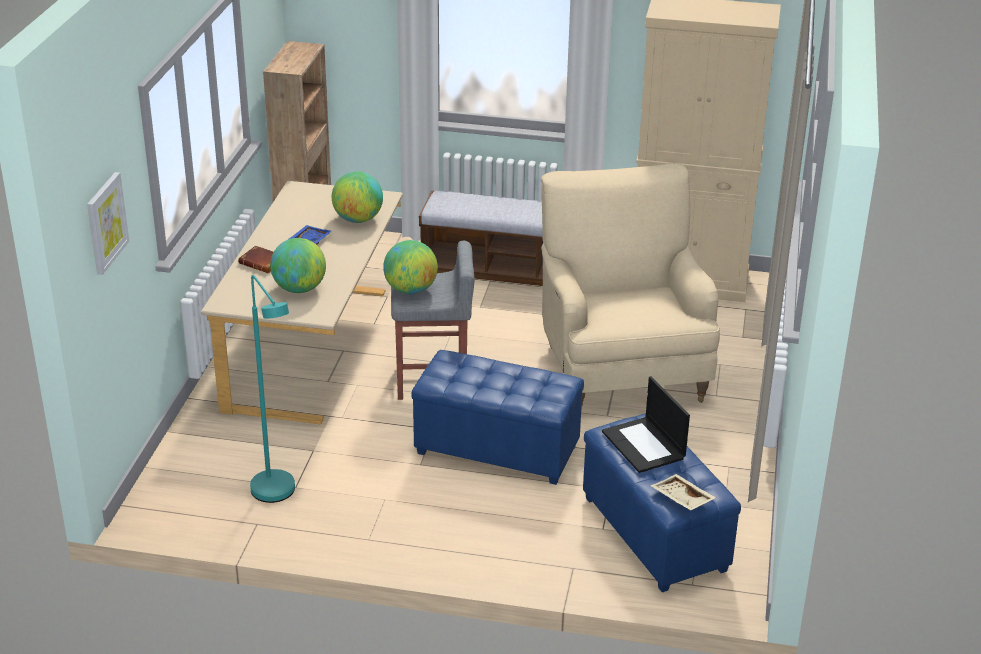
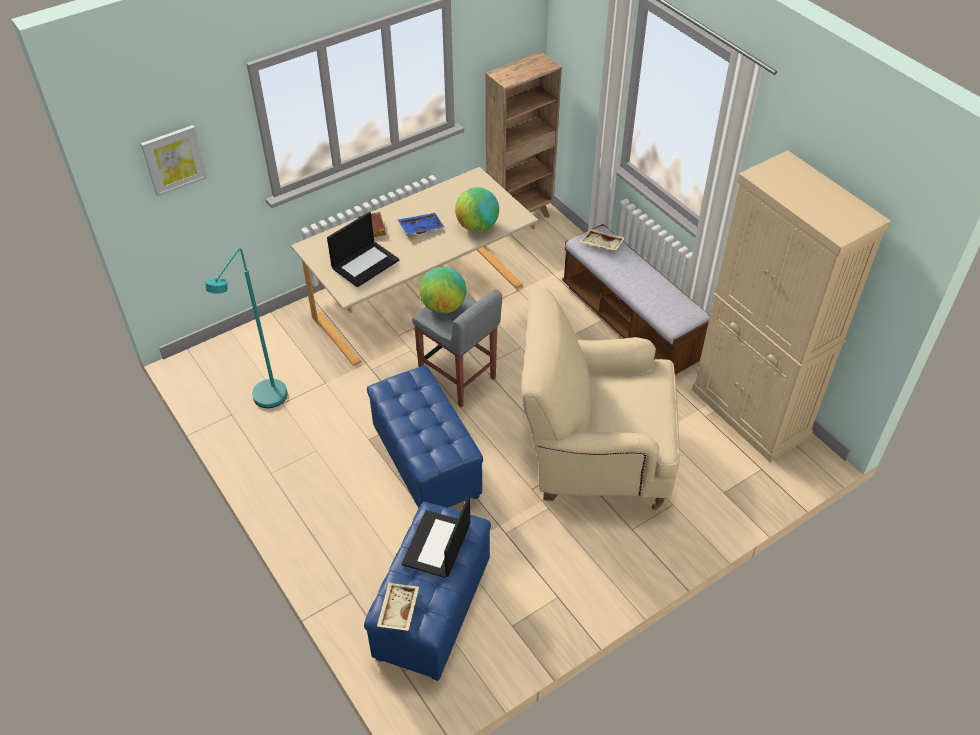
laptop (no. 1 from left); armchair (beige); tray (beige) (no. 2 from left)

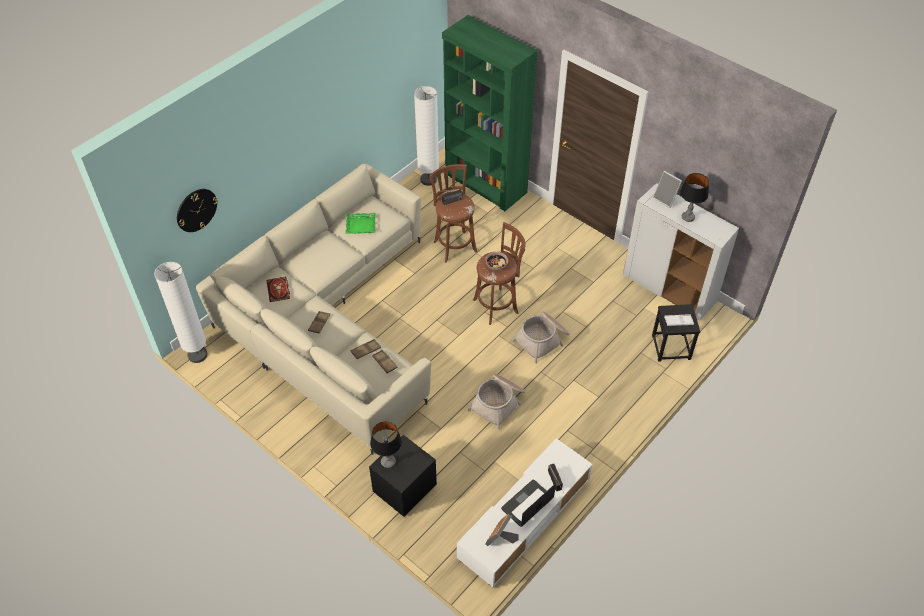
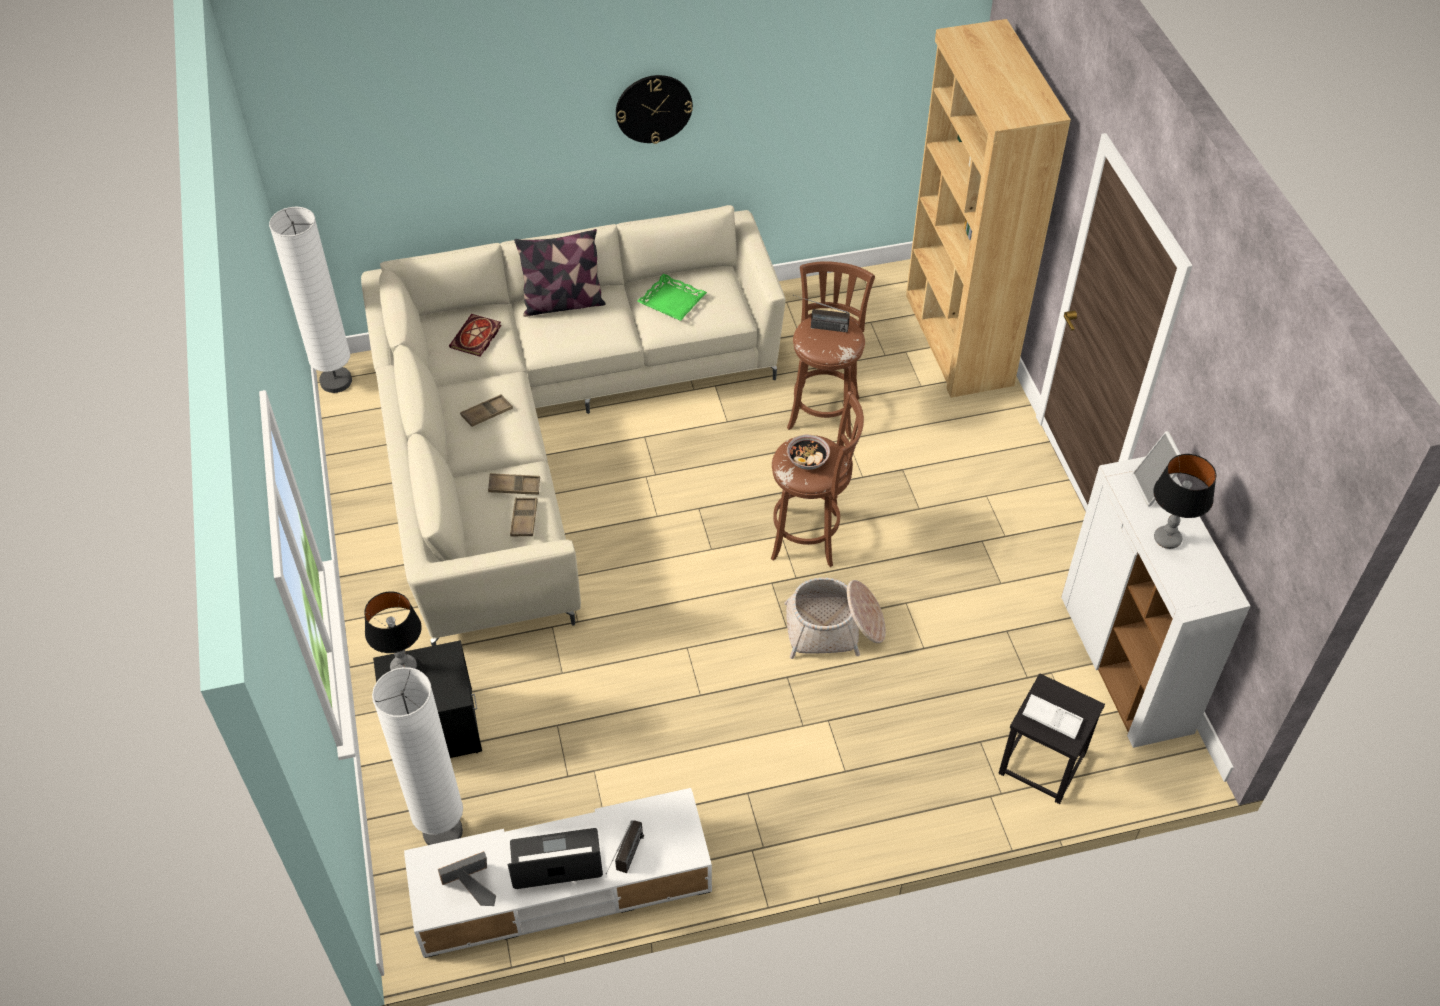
floor lamp (white) (no. 2 from left); pillow; wall clock; bookcase (brown); basket (no. 1 from left in the first image)

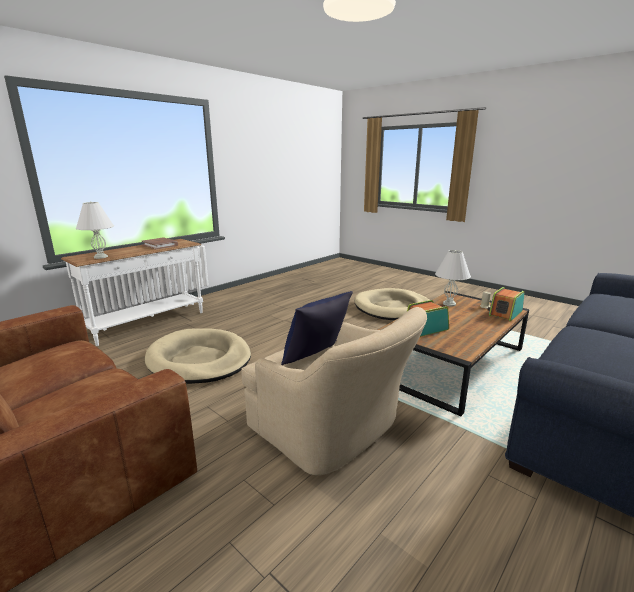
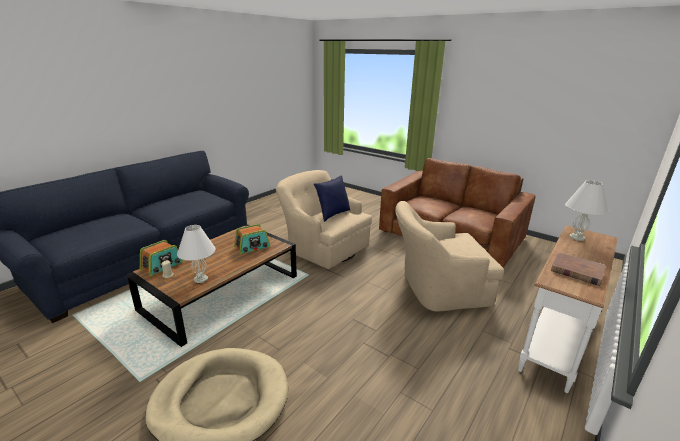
armchair (beige) (no. 2 from left)

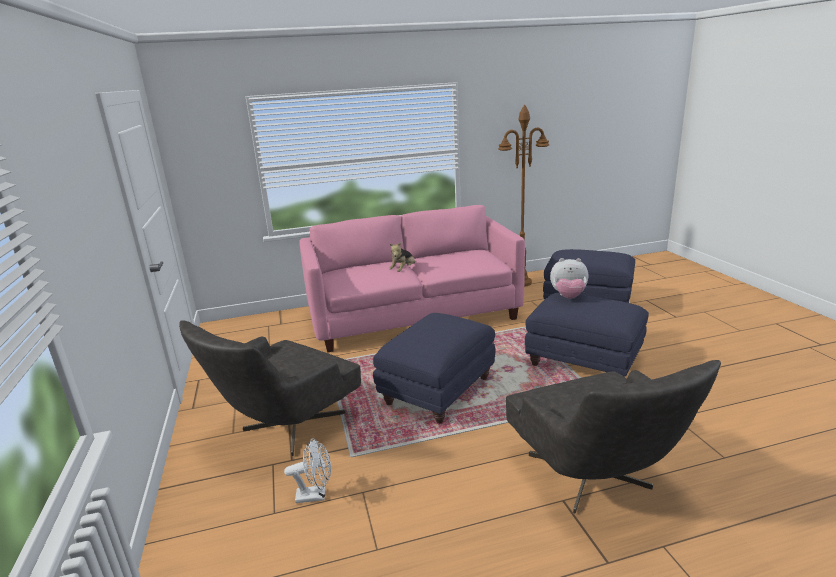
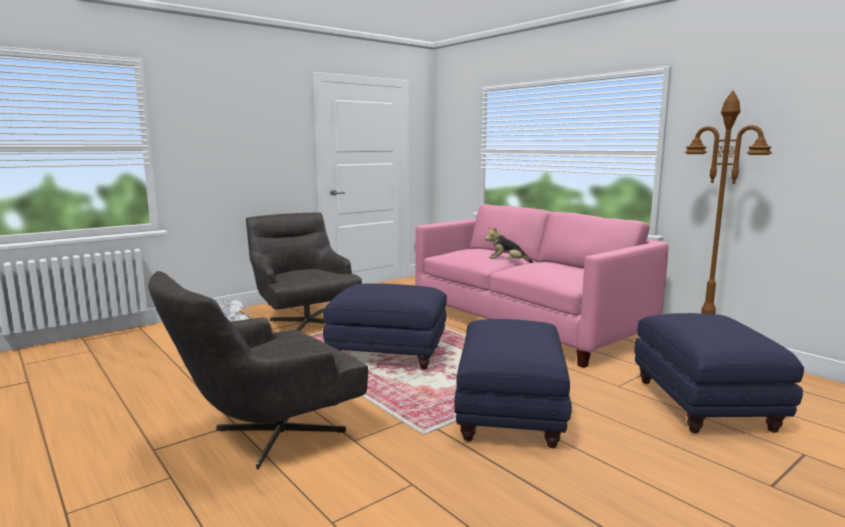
armchair (grey) (no. 2 from left); plush toy (no. 2 from left in the first image)

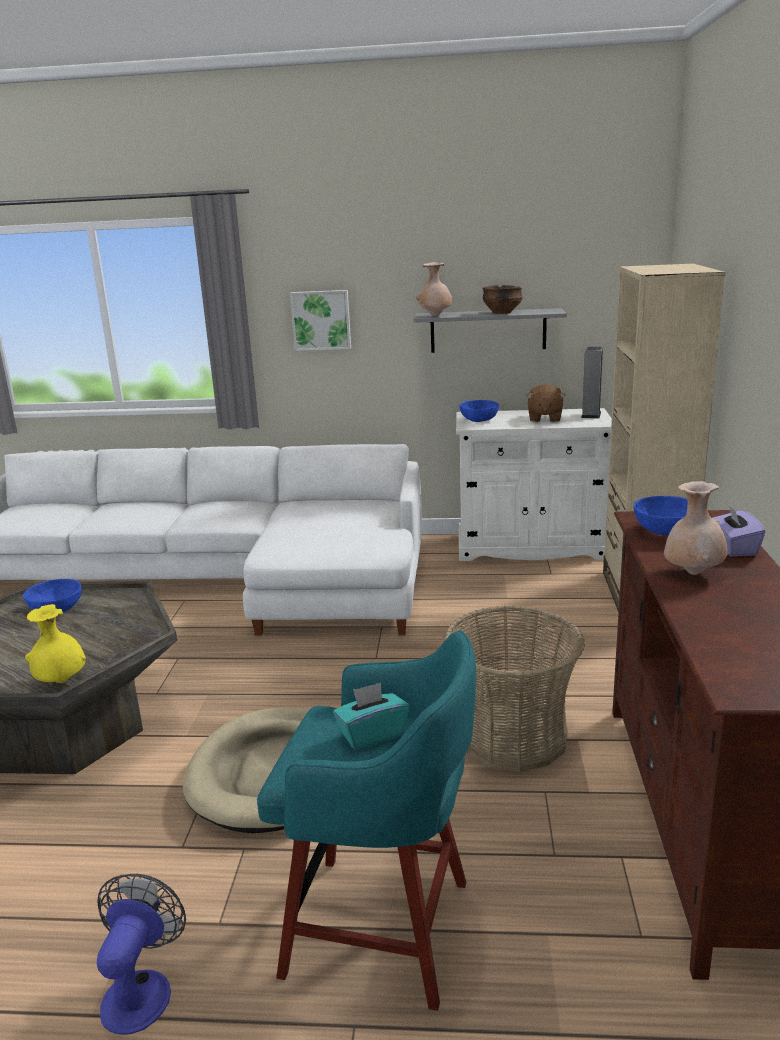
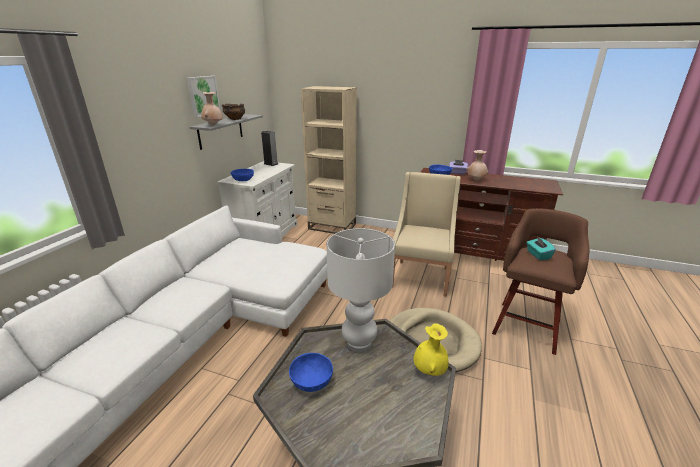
picture; table lamp (white); armchair (beige); stool (brown); fan; plush toy (brown)

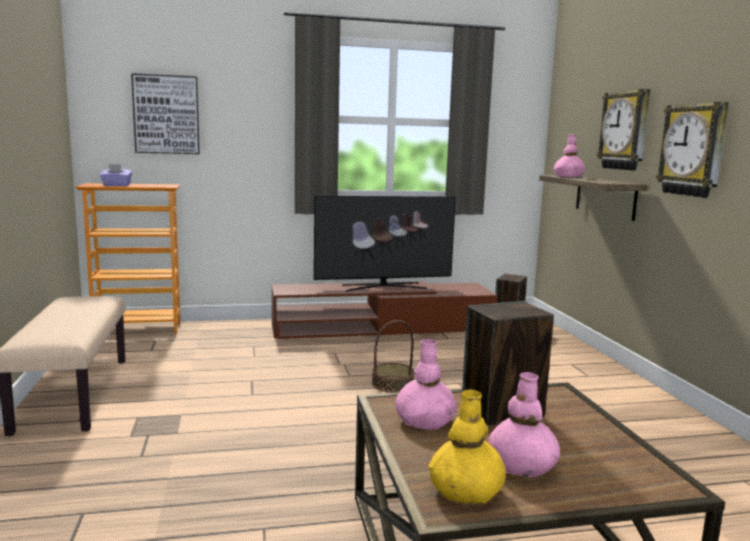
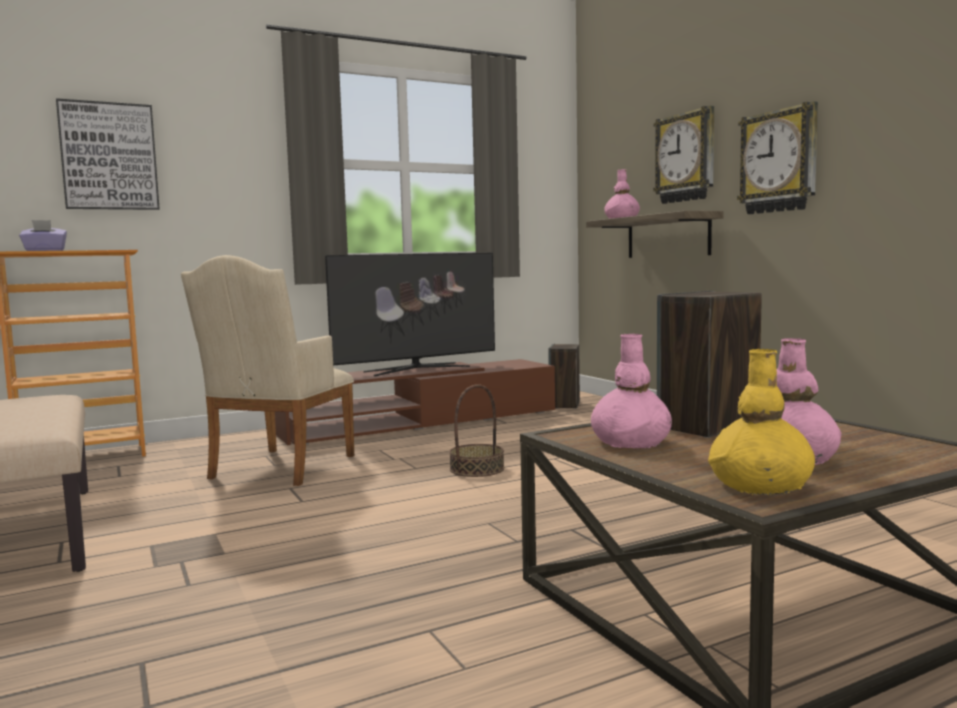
armchair (beige)

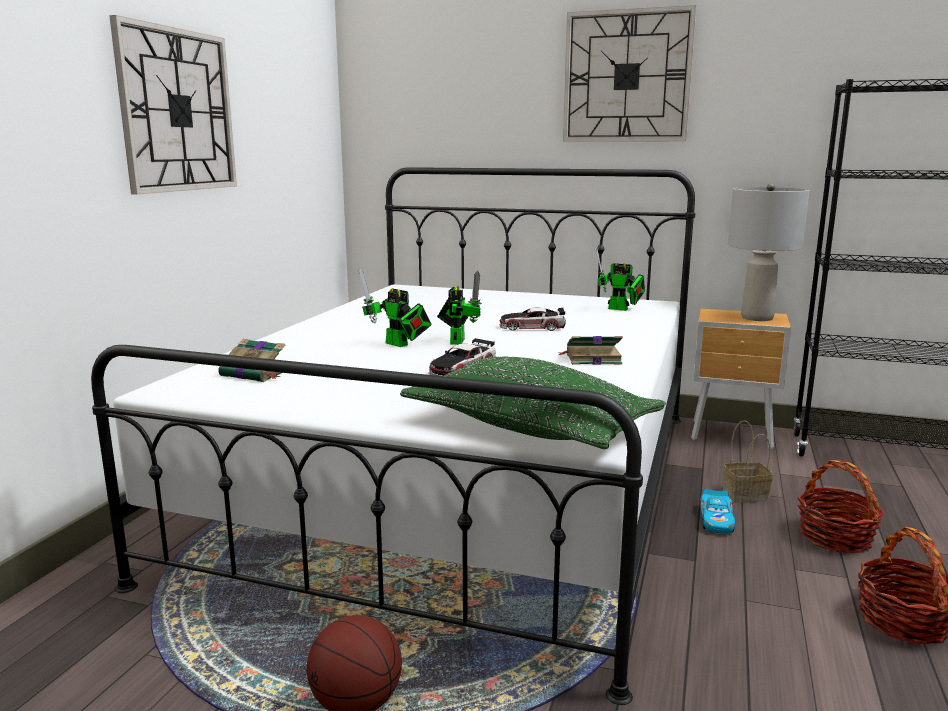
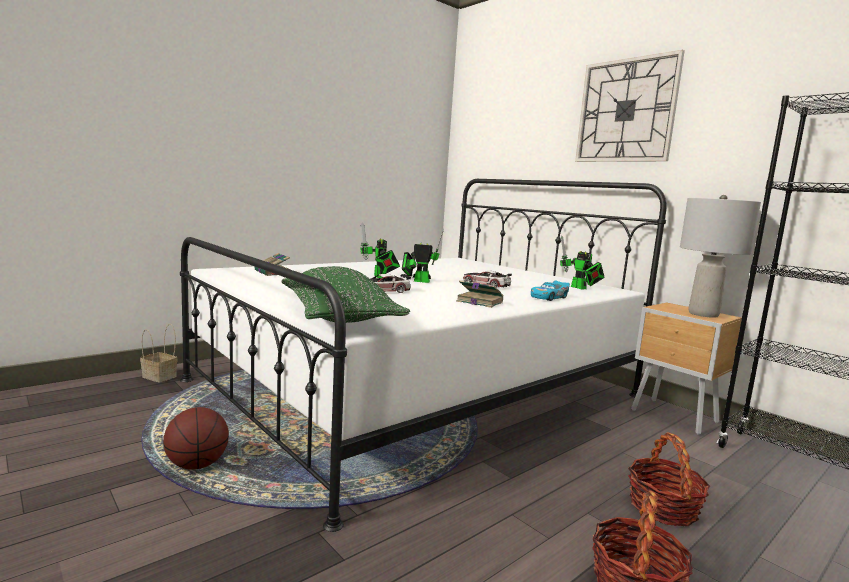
basket (no. 1 from left); toy robot (no. 2 from left); toy car (no. 3 from left); wall clock (no. 1 from left in the first image)

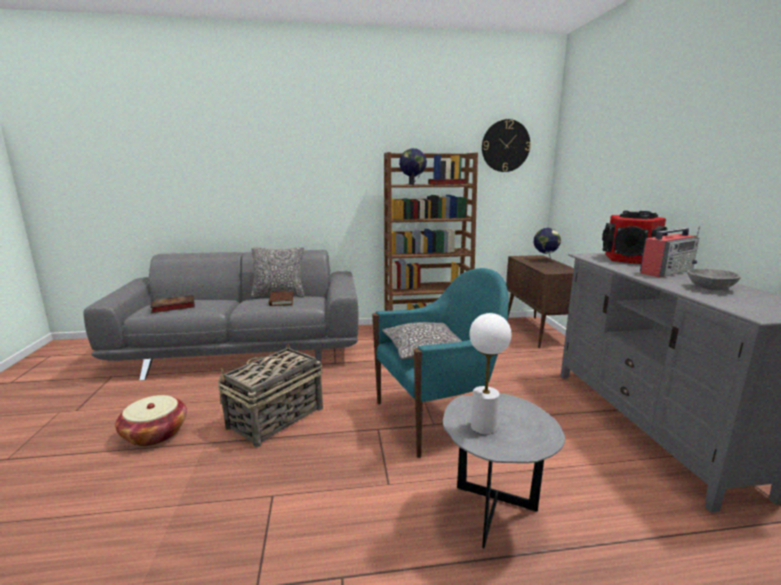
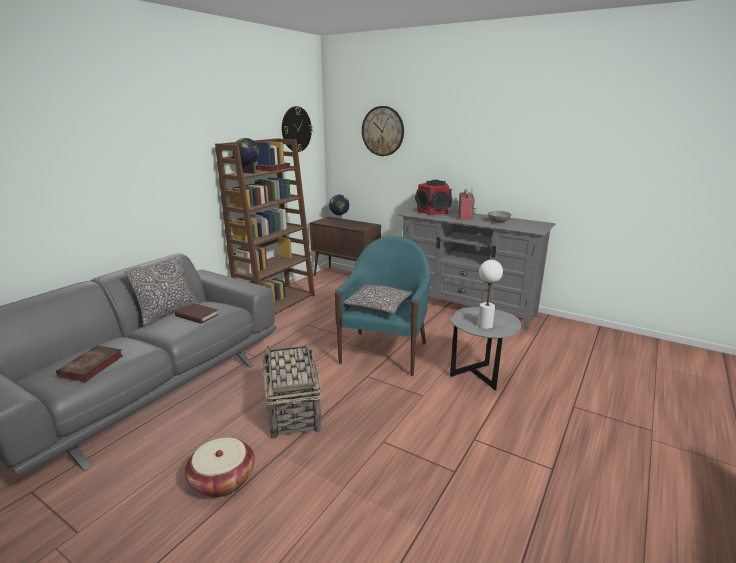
wall clock (no. 2 from left)

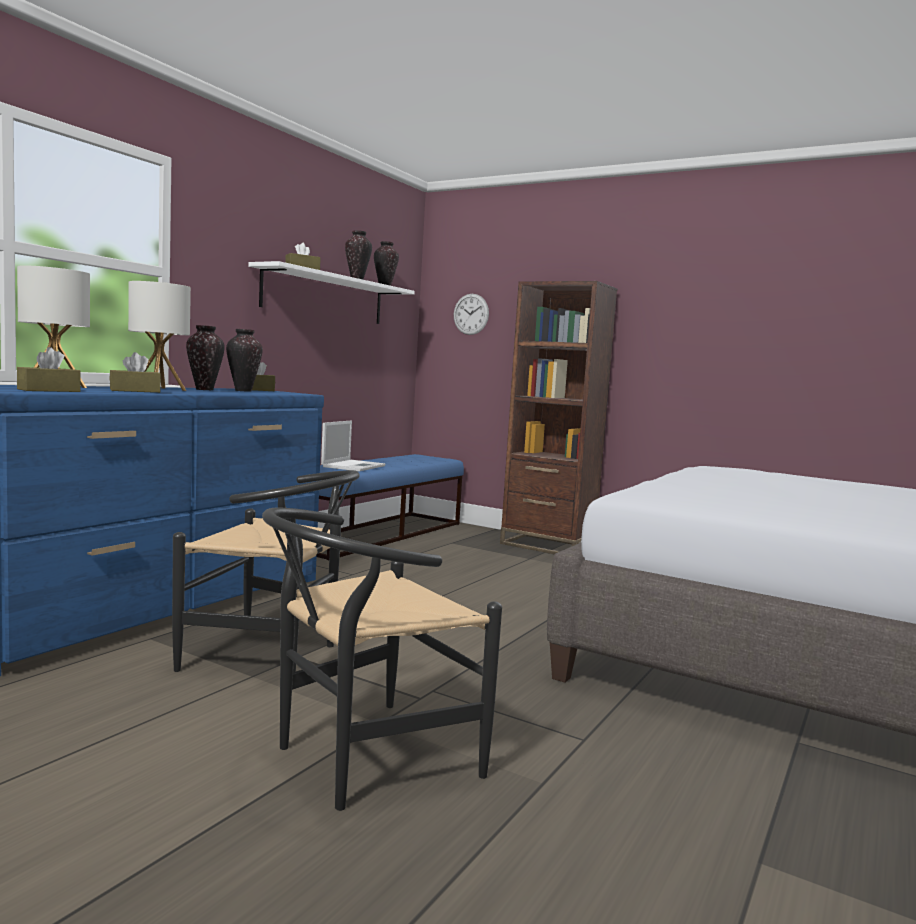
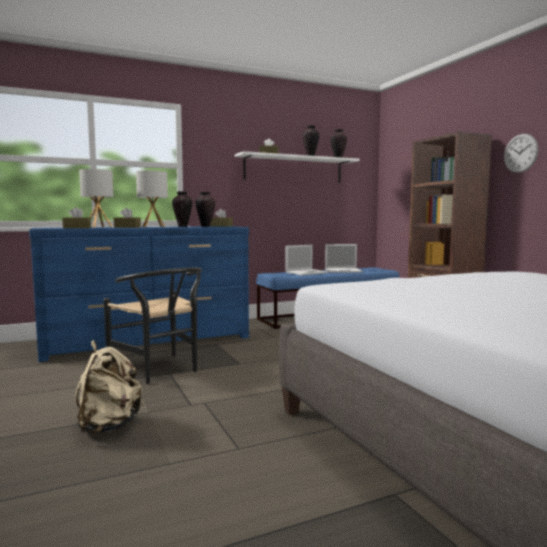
backpack (beige); laptop (no. 2 from left); wall clock

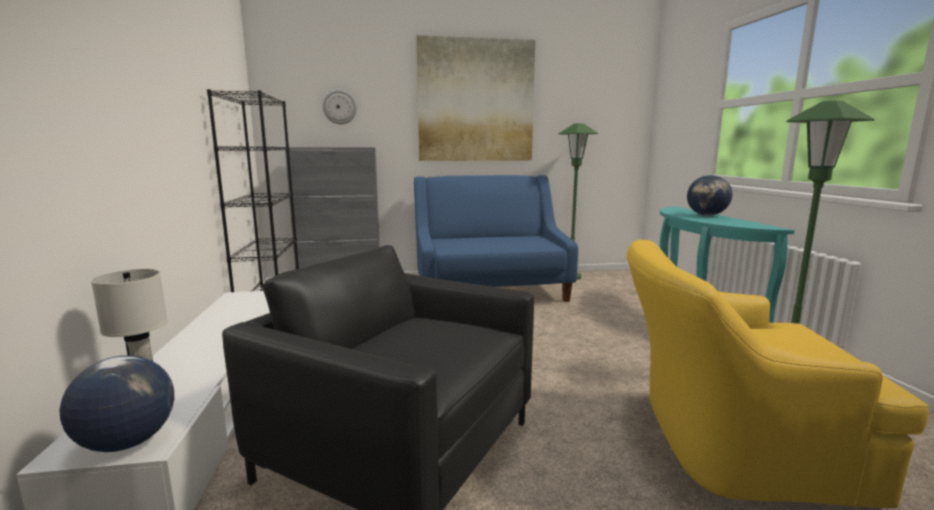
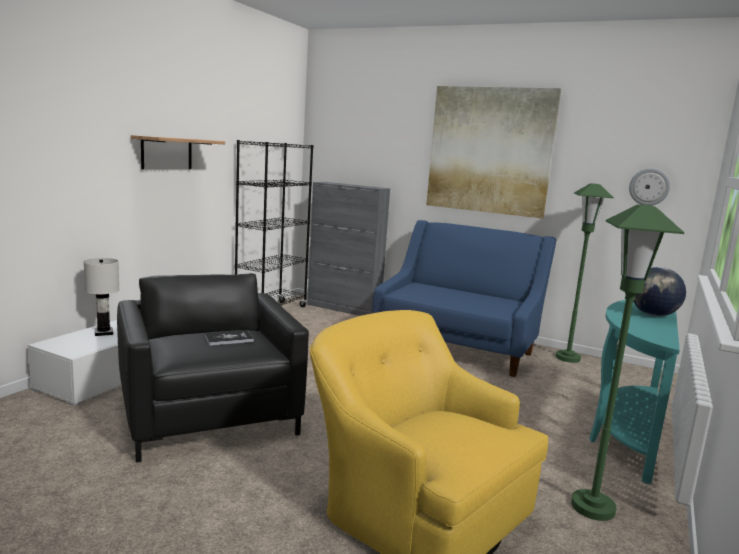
shelf; book; wall clock; globe (no. 1 from left in the first image)

